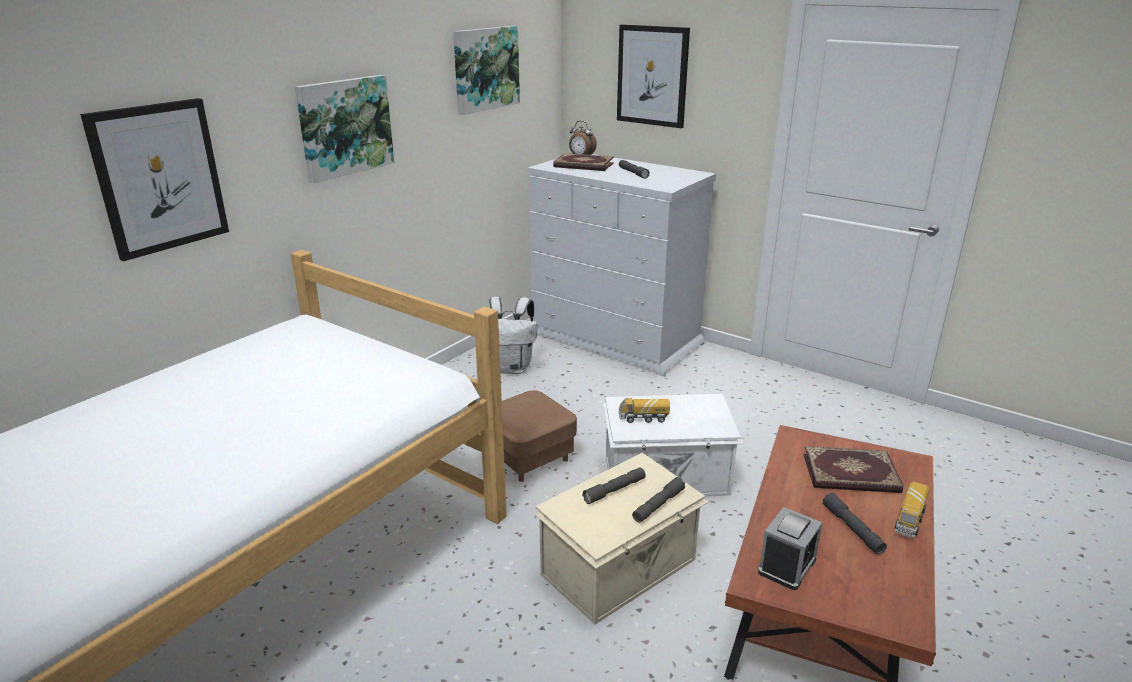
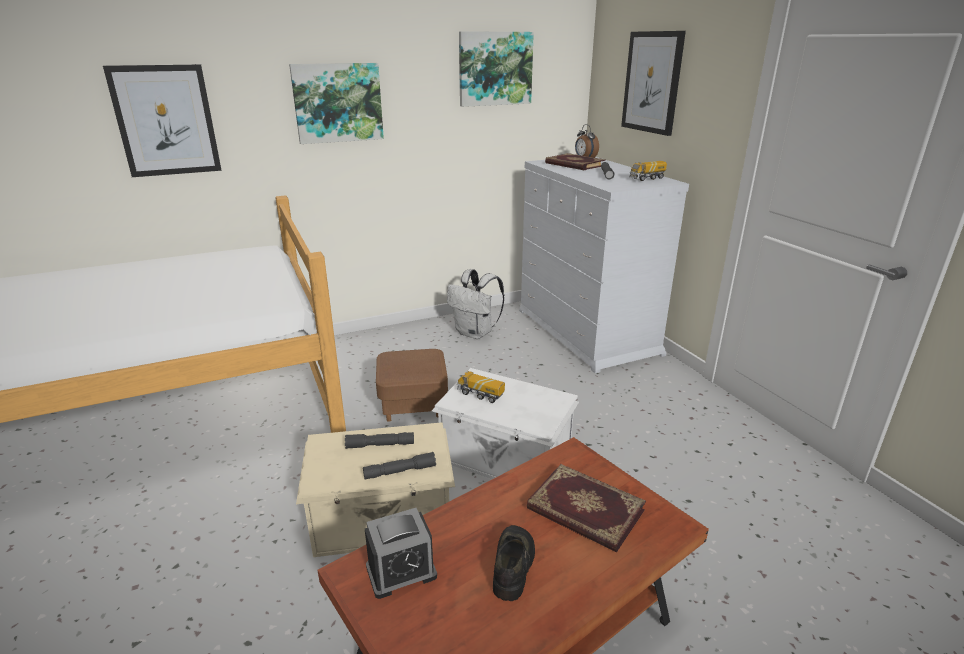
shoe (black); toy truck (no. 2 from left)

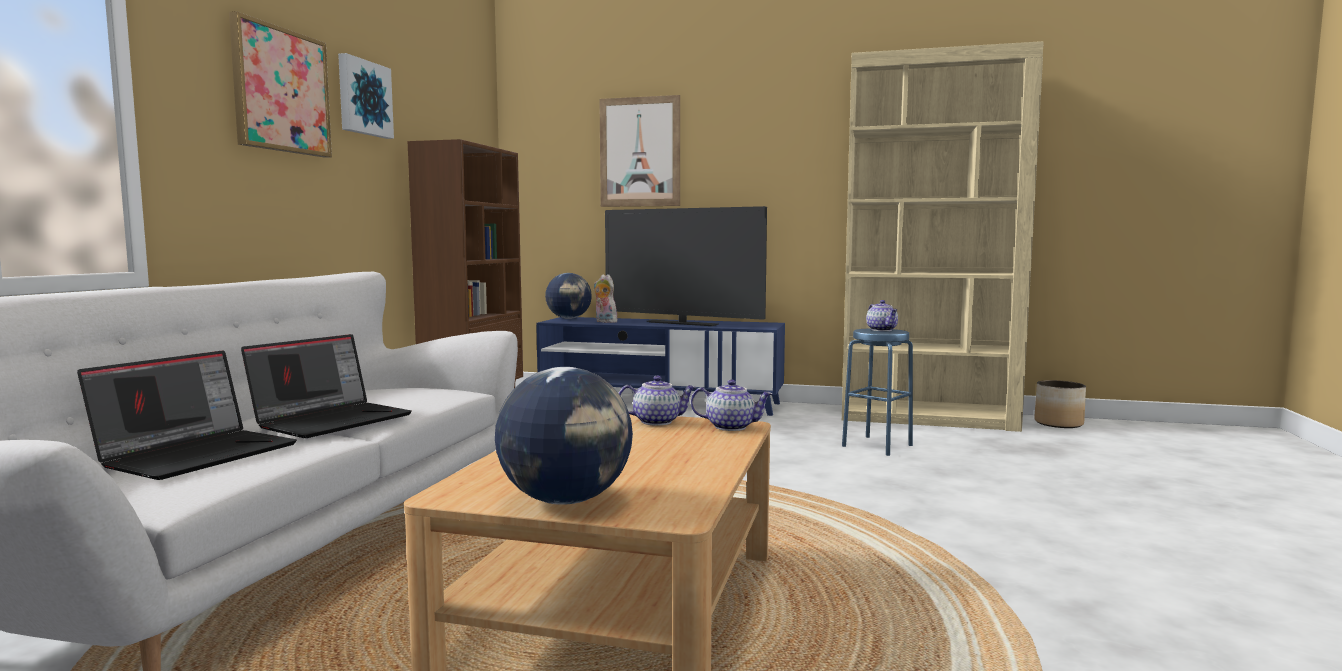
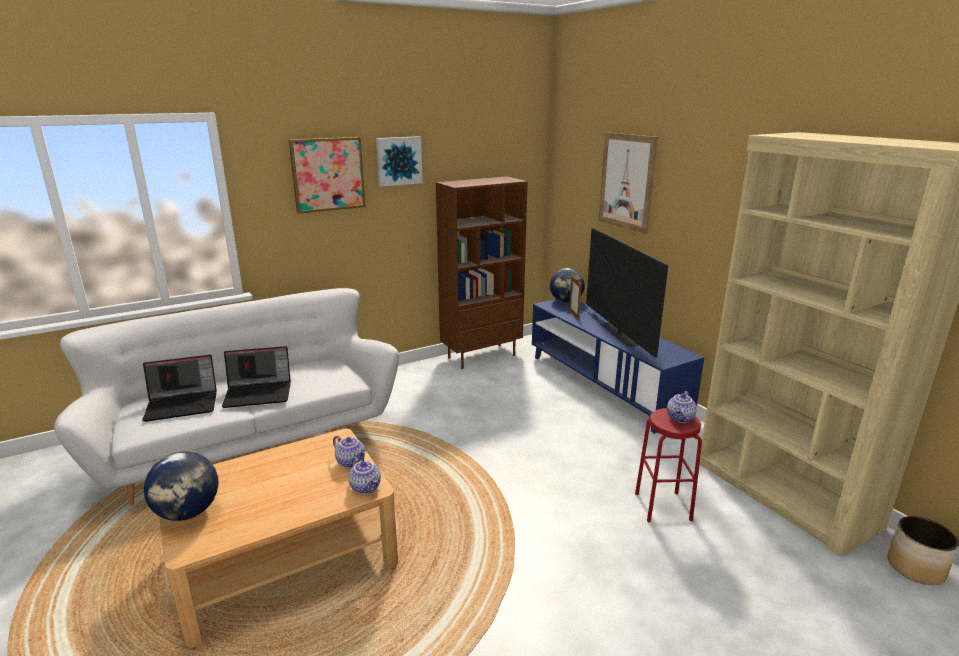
picture frame; stool (red)

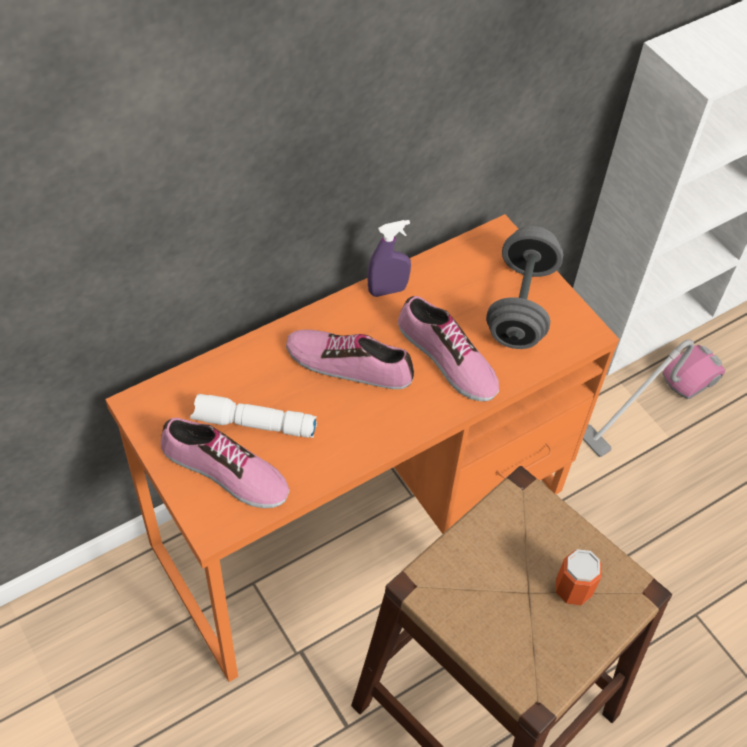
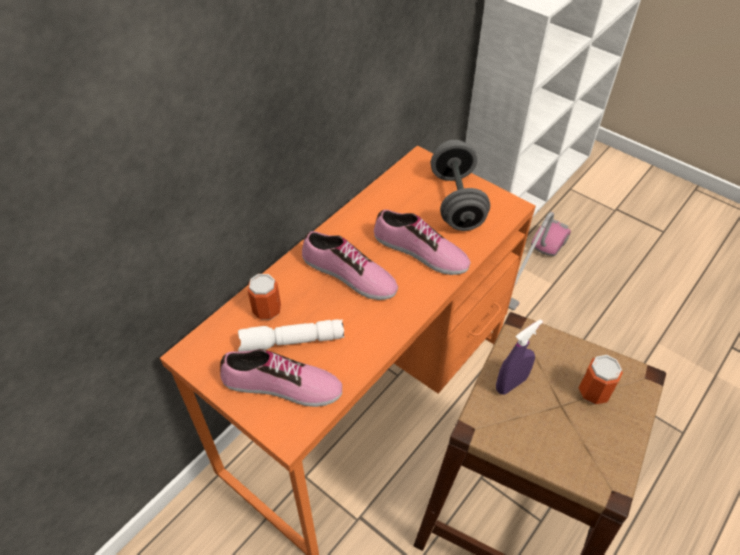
can (no. 1 from left); shoe (no. 2 from left); spray bottle (purple)

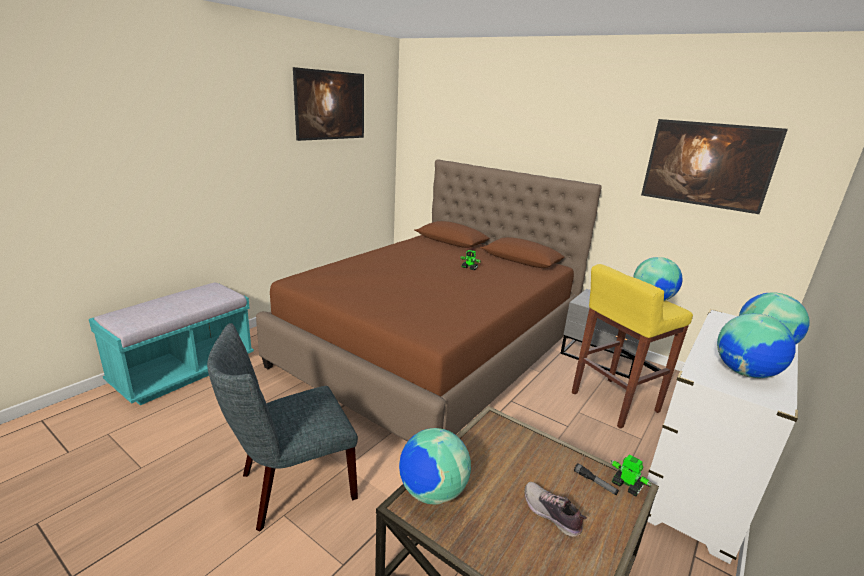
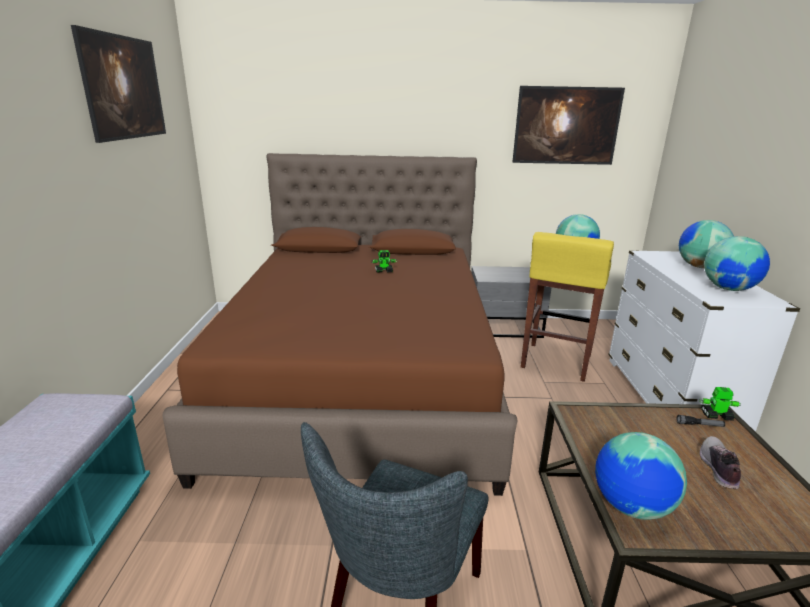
shoe

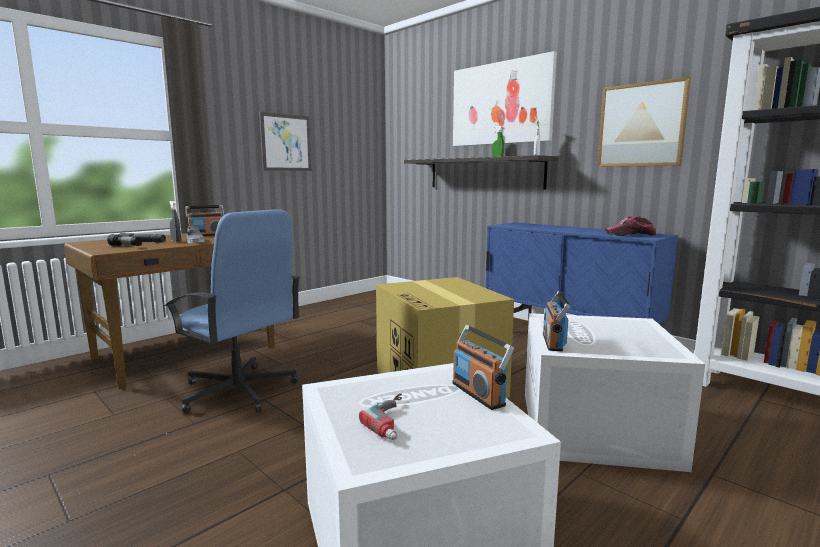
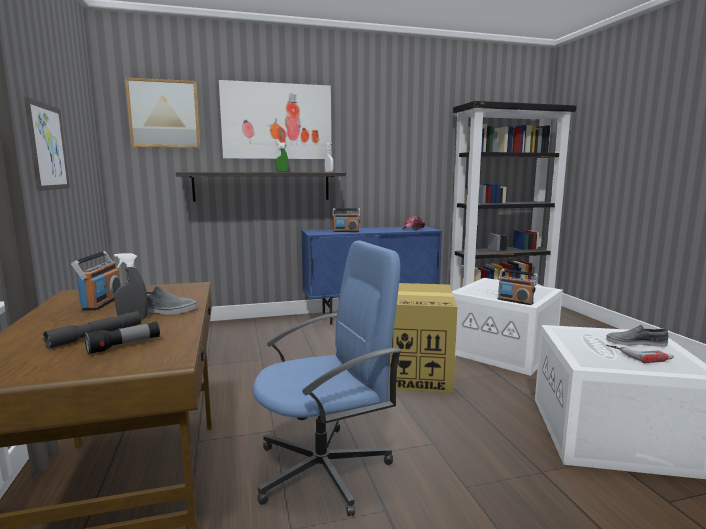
picture (no. 2 from left); radio (no. 2 from left); shoe (grey) (no. 2 from left)

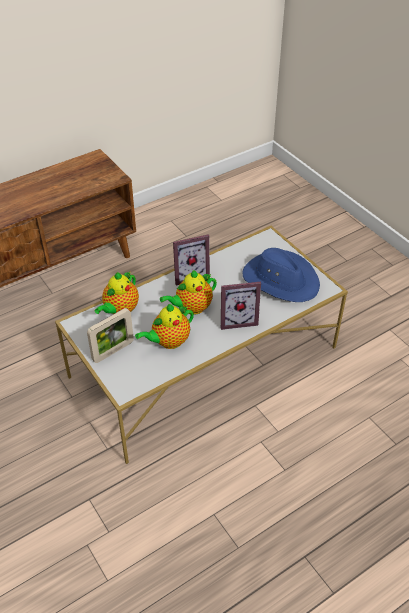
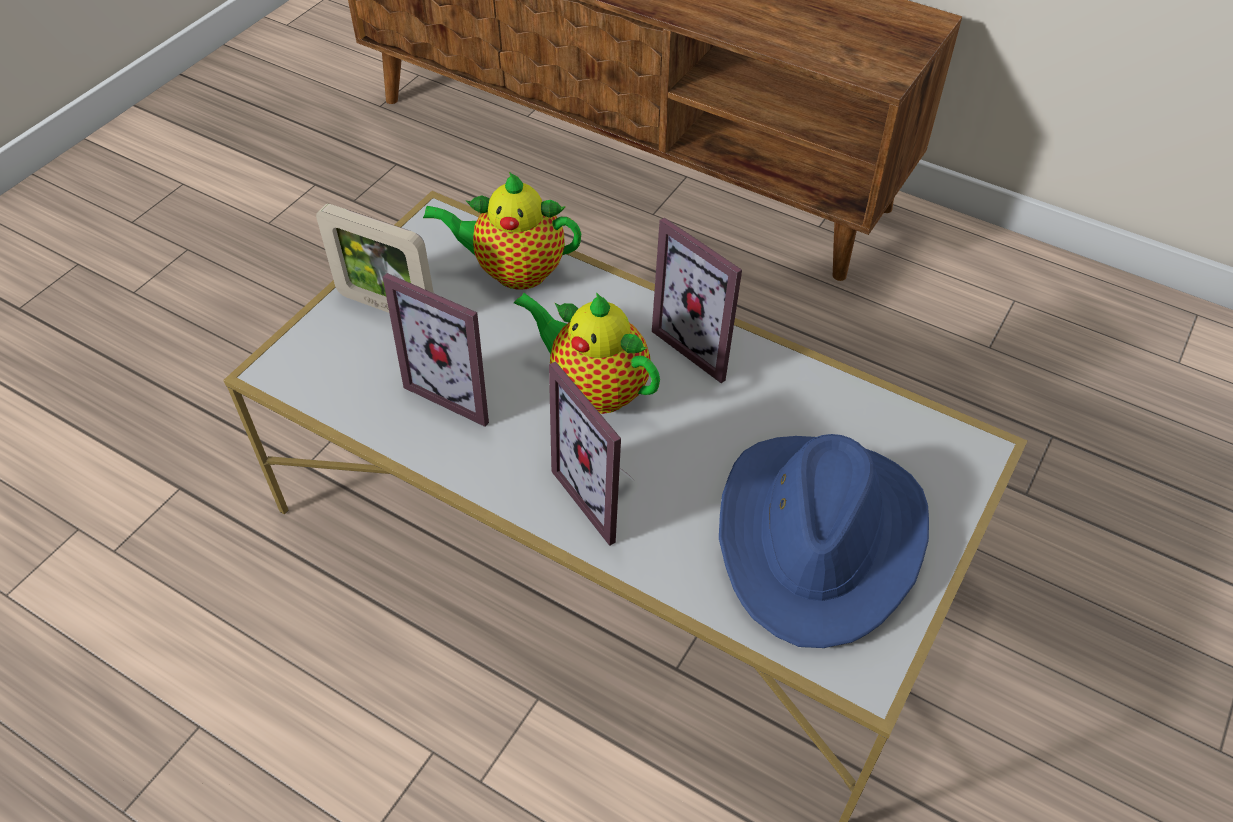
picture frame (no. 2 from left)

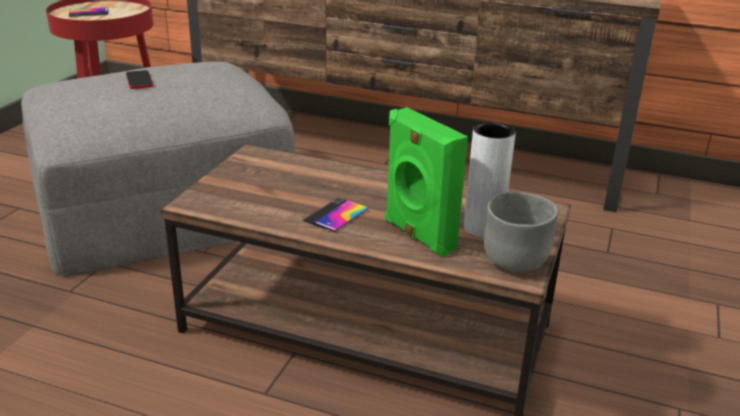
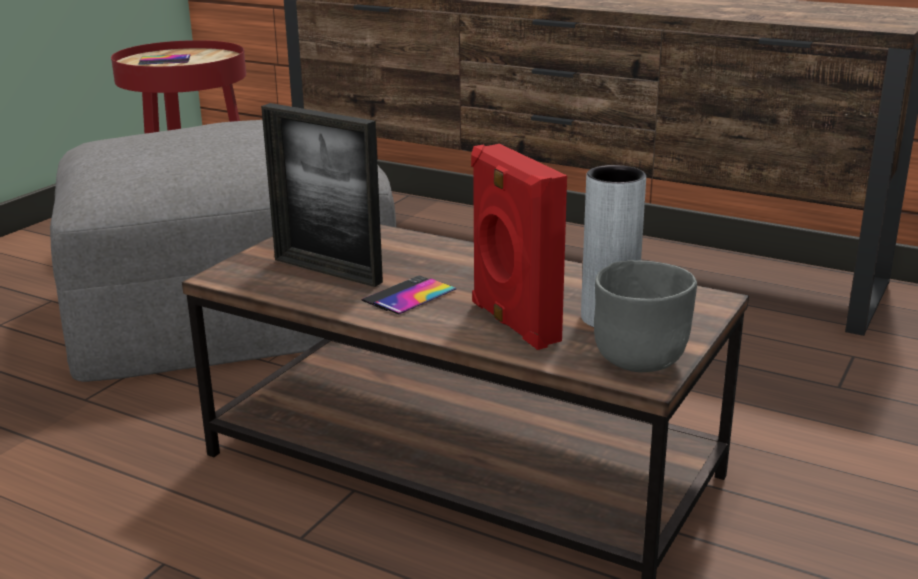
picture frame; speaker (red); phone (no. 2 from left in the first image)

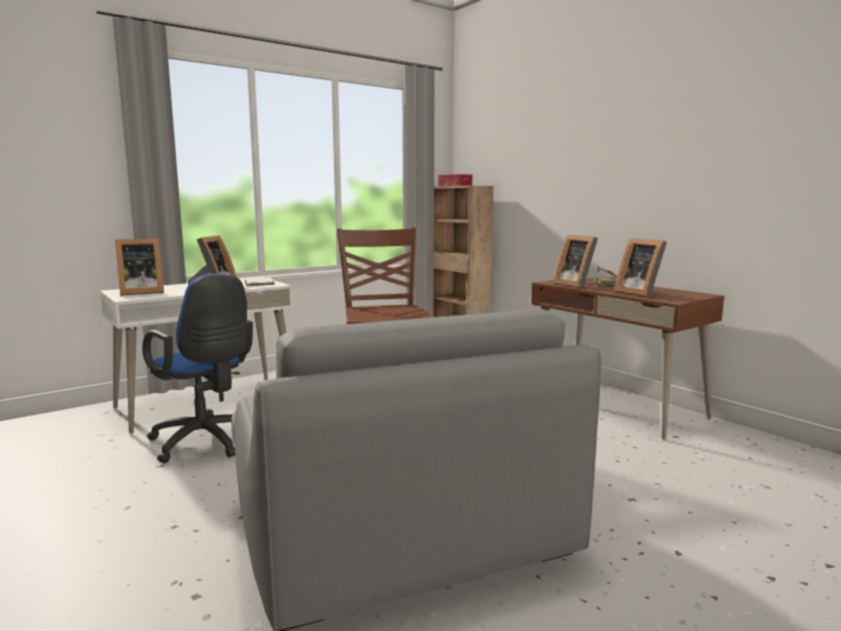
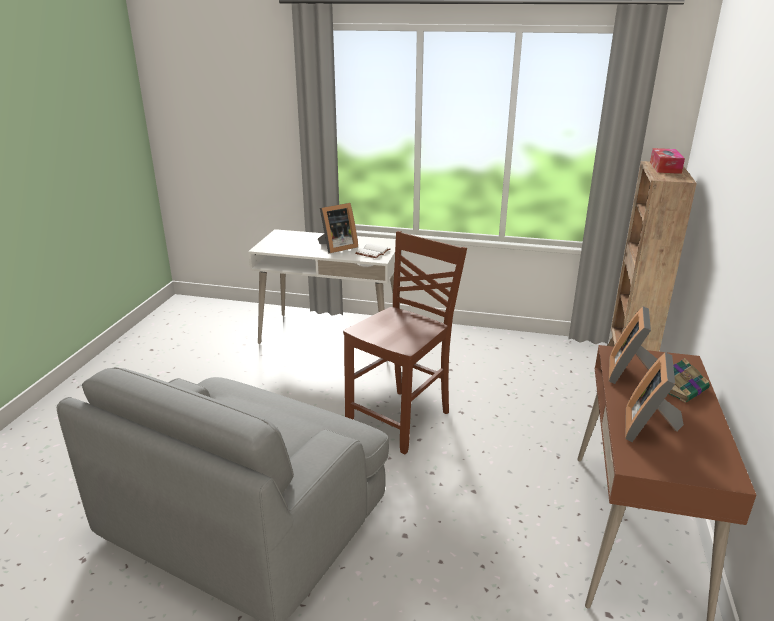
picture frame (no. 1 from left in the first image); office chair (blue)

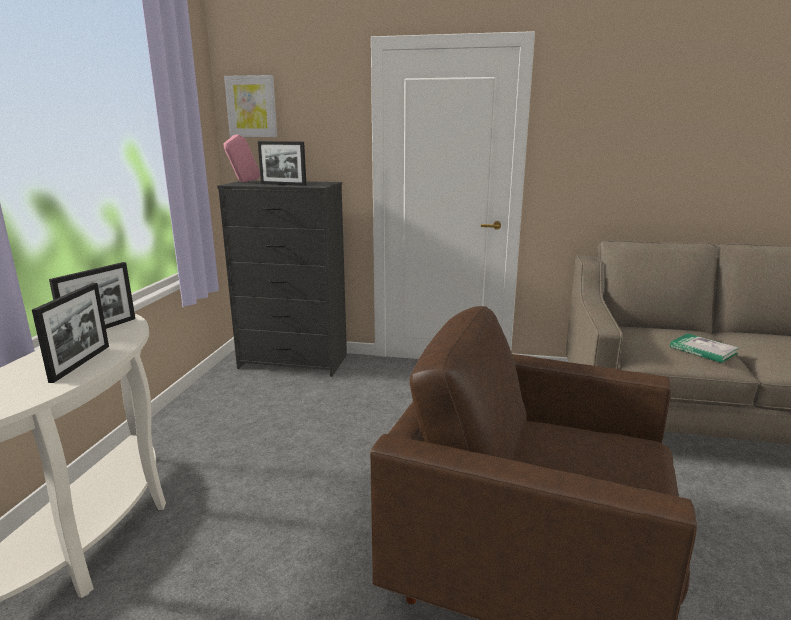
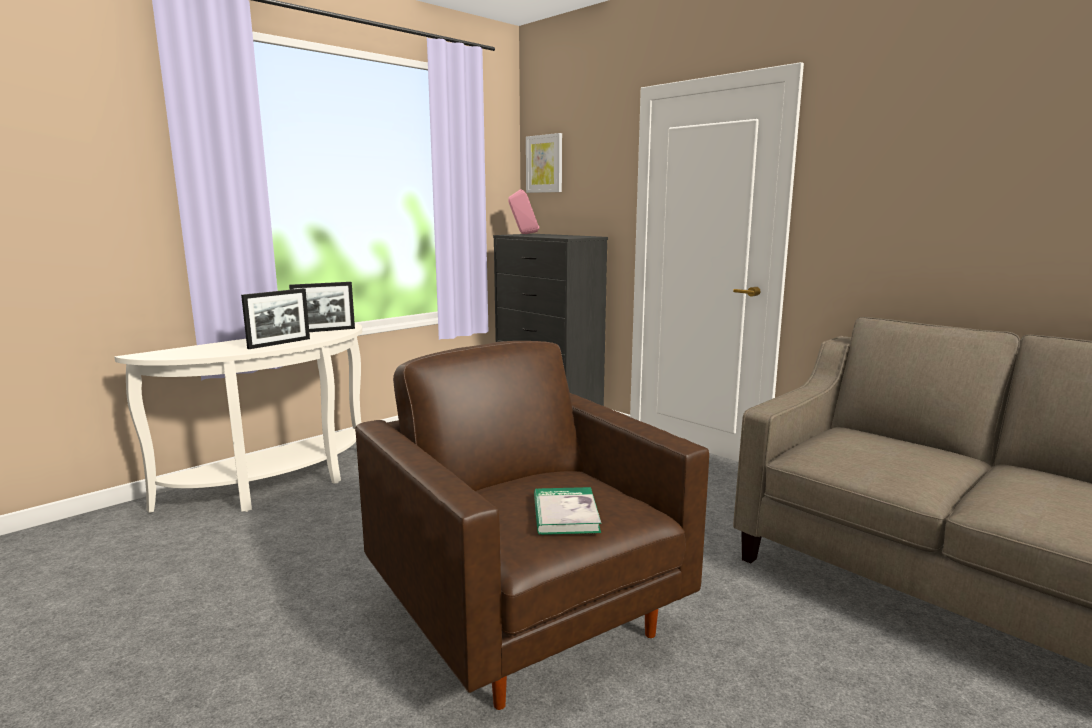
book; picture frame (no. 3 from left in the first image)

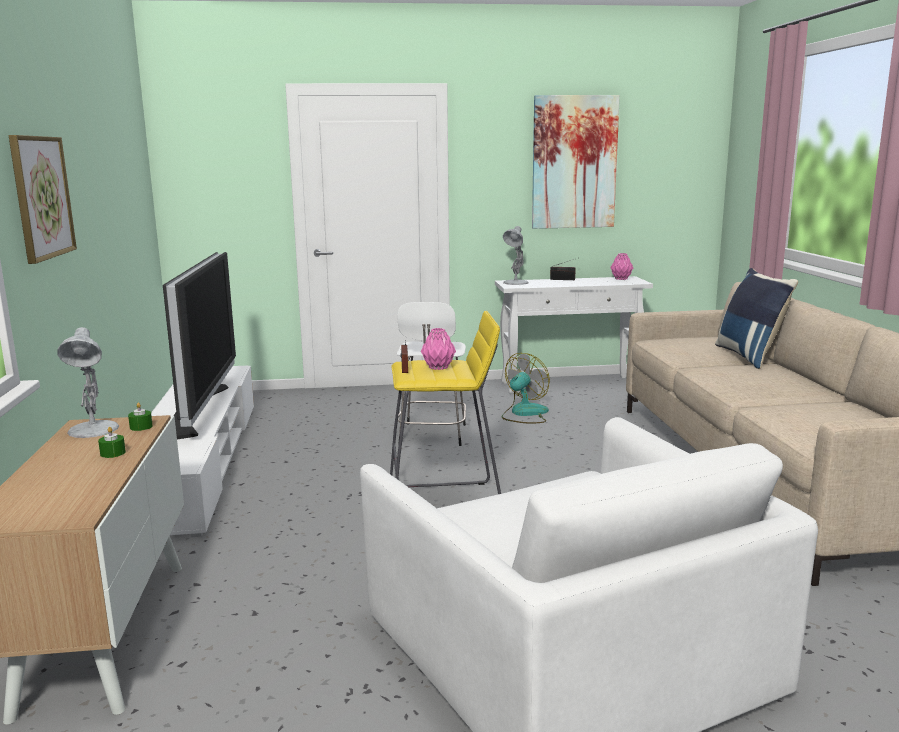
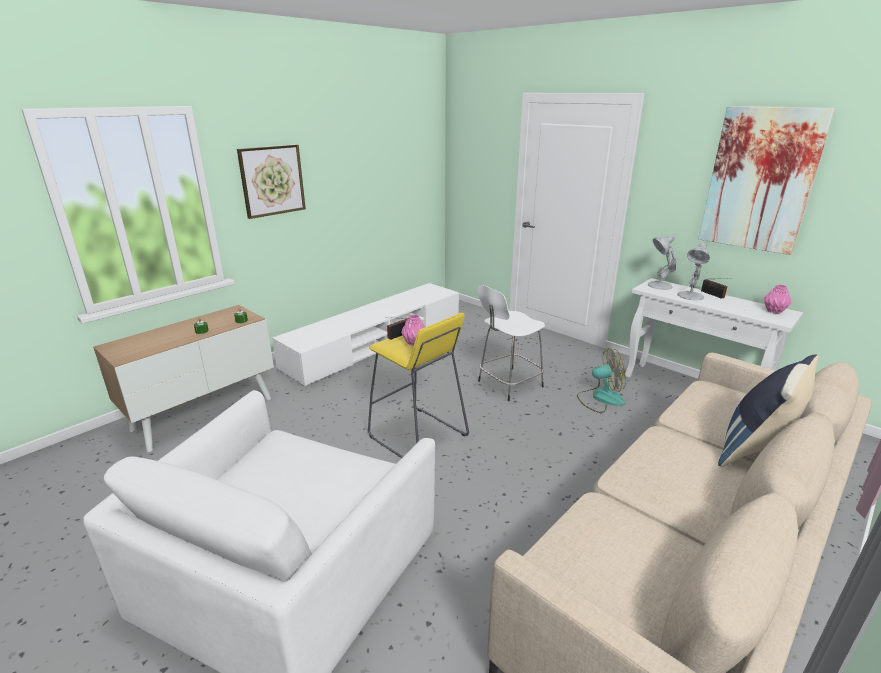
table lamp (white) (no. 2 from left); television

